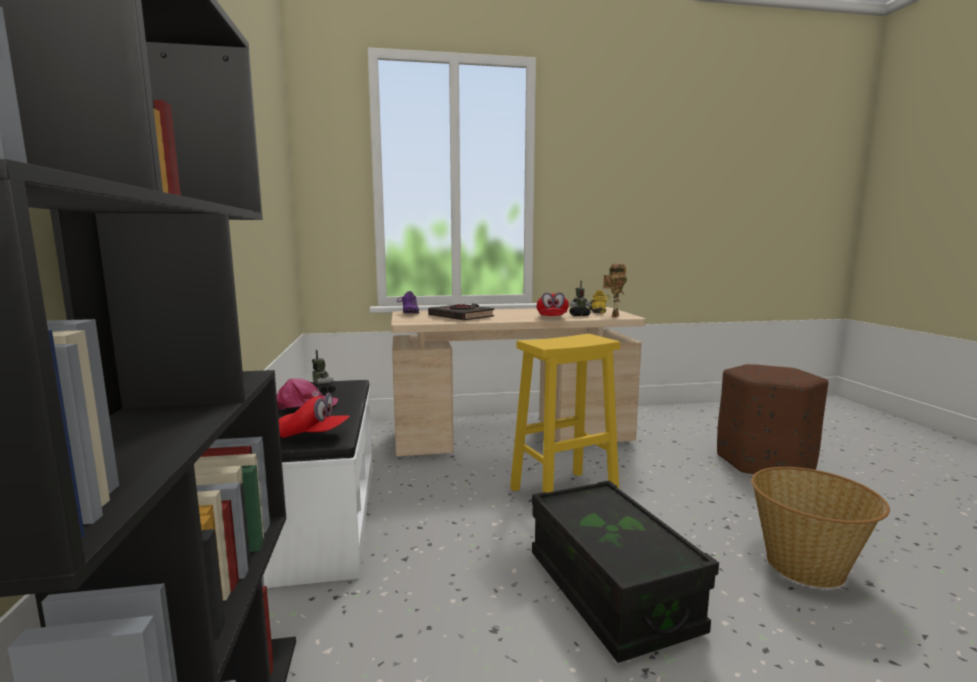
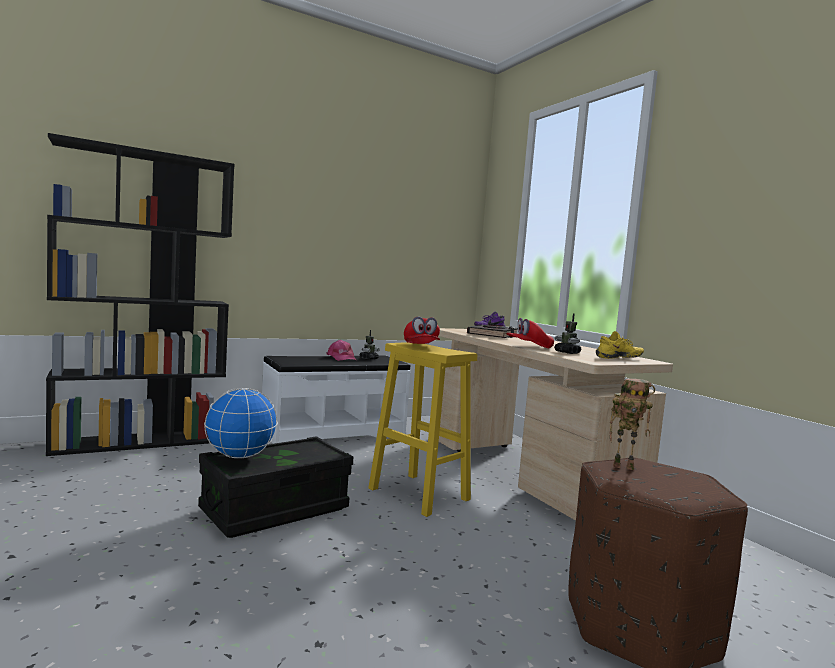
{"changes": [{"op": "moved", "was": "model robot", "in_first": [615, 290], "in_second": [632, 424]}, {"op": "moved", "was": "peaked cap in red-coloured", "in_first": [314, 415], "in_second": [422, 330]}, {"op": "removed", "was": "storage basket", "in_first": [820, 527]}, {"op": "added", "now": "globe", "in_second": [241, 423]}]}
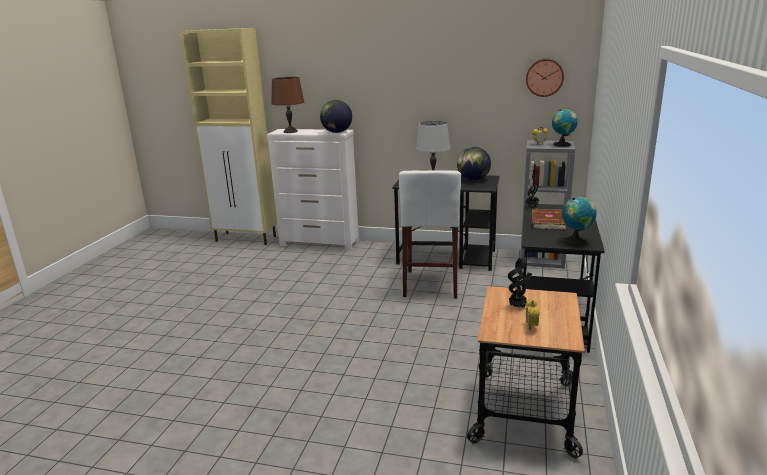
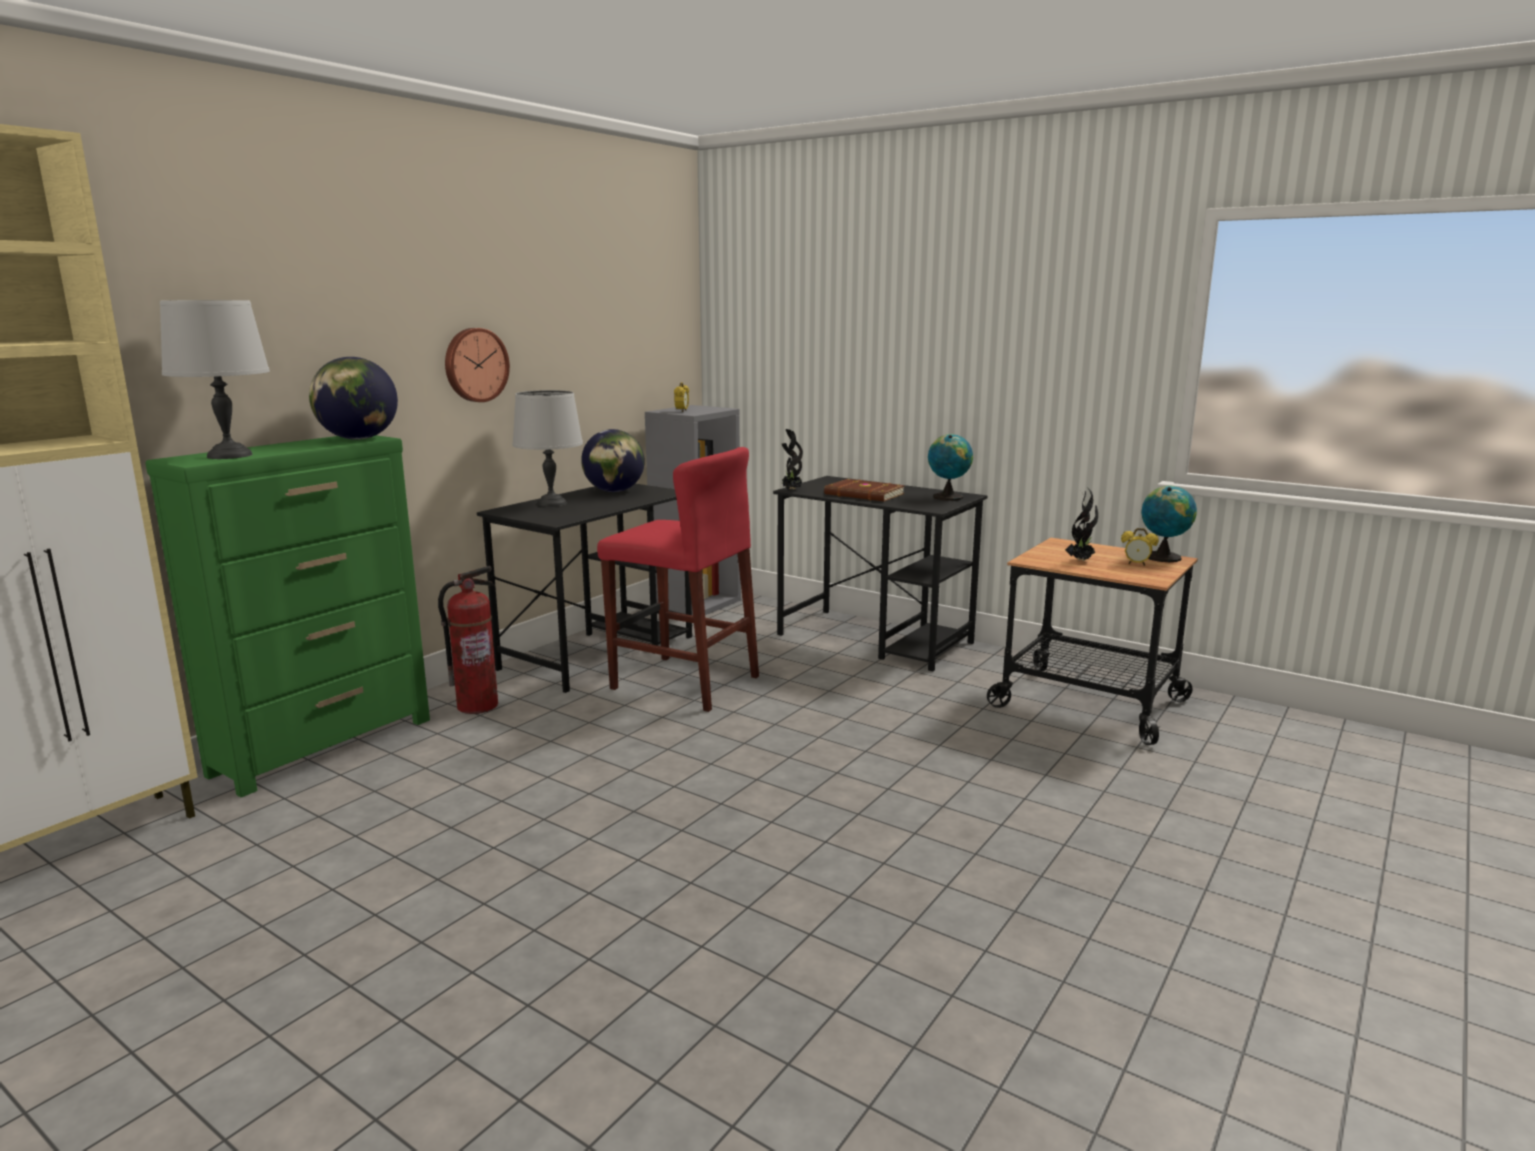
{"changes": [{"op": "moved", "was": "wall clock", "in_first": [545, 78], "in_second": [477, 365]}, {"op": "recoloured", "was": "lamp for a table in brown-coloured", "now": "lamp for a table in grey", "in_first": [287, 105], "in_second": [215, 379]}, {"op": "moved", "was": "globe", "in_first": [565, 128], "in_second": [1169, 524]}, {"op": "recoloured", "was": "drawer chest in whitish", "now": "drawer chest in green", "in_first": [313, 190], "in_second": [287, 616]}, {"op": "recoloured", "was": "sitting stool in whitish", "now": "sitting stool in red-coloured", "in_first": [430, 234], "in_second": [678, 579]}, {"op": "added", "now": "extinguisher", "in_second": [468, 640]}]}
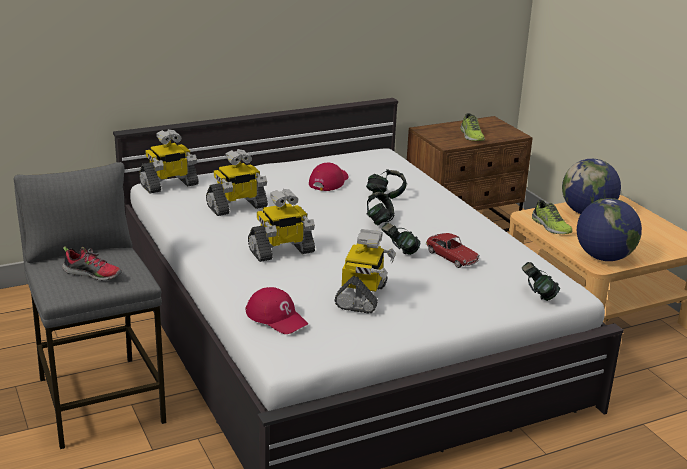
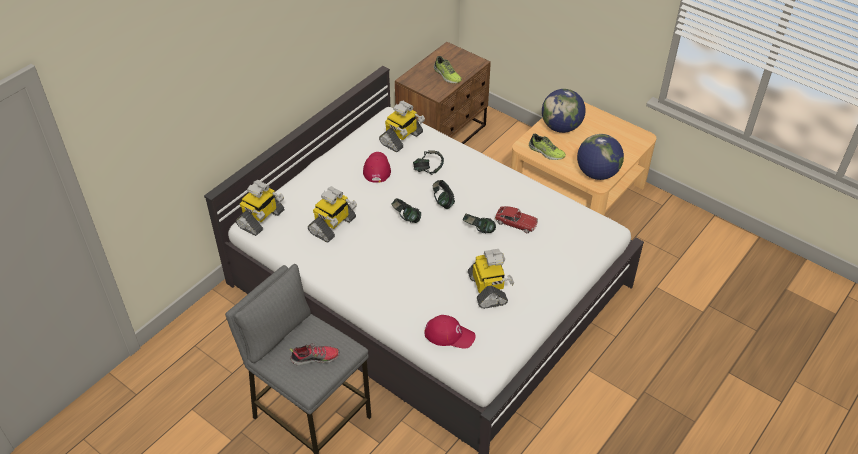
{"changes": [{"op": "moved", "was": "model robot", "in_first": [281, 225], "in_second": [402, 126]}, {"op": "moved", "was": "headset", "in_first": [541, 281], "in_second": [406, 210]}]}
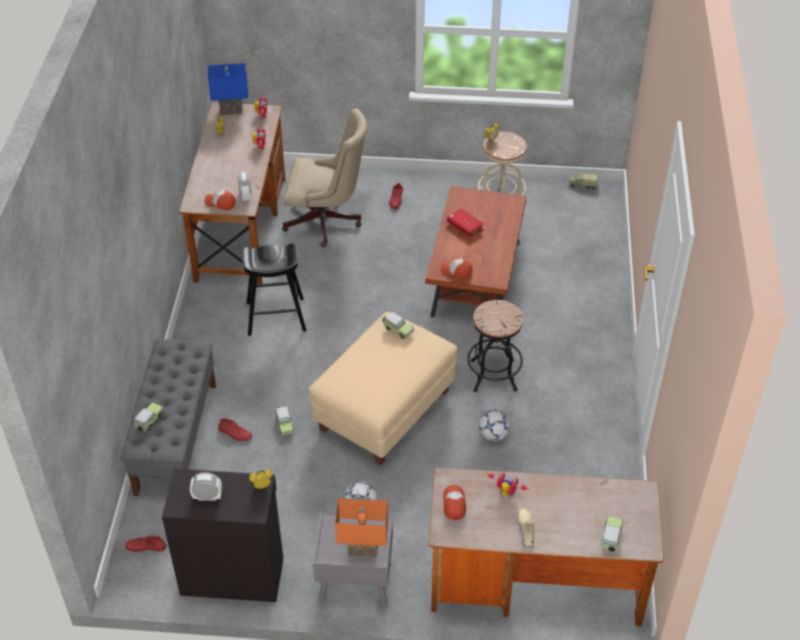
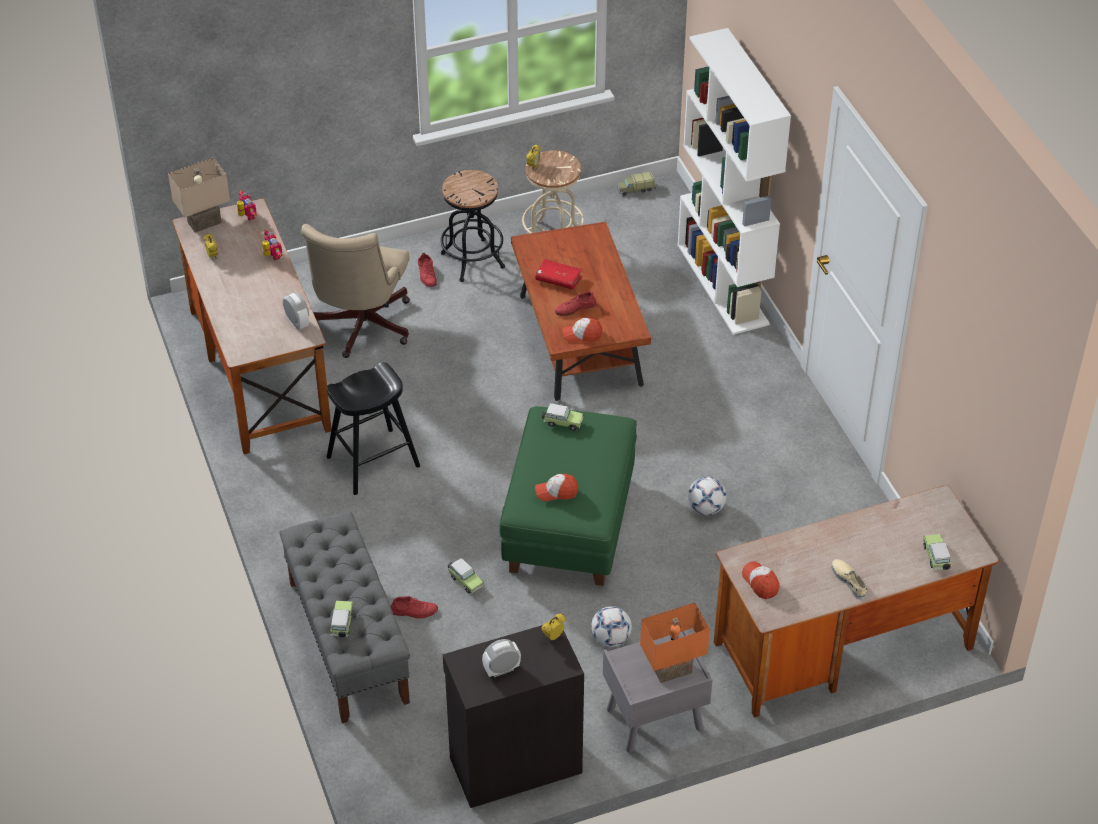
{"changes": [{"op": "recoloured", "was": "lamp for a table in blue", "now": "lamp for a table in beige", "in_first": [228, 89], "in_second": [199, 195]}, {"op": "turned", "was": "computer chair in beige", "in_first": [325, 177], "in_second": [355, 291], "clockwise": 120}, {"op": "moved", "was": "peaked cap", "in_first": [220, 200], "in_second": [556, 487]}, {"op": "moved", "was": "sitting stool in black-coloured", "in_first": [495, 346], "in_second": [473, 226]}, {"op": "recoloured", "was": "ottoman in beige", "now": "ottoman in green", "in_first": [383, 388], "in_second": [568, 496]}, {"op": "removed", "was": "model robot", "in_first": [507, 484]}, {"op": "moved", "was": "shoe in red-coloured", "in_first": [145, 543], "in_second": [576, 304]}, {"op": "added", "now": "shelving unit in whitish", "in_second": [734, 181]}]}
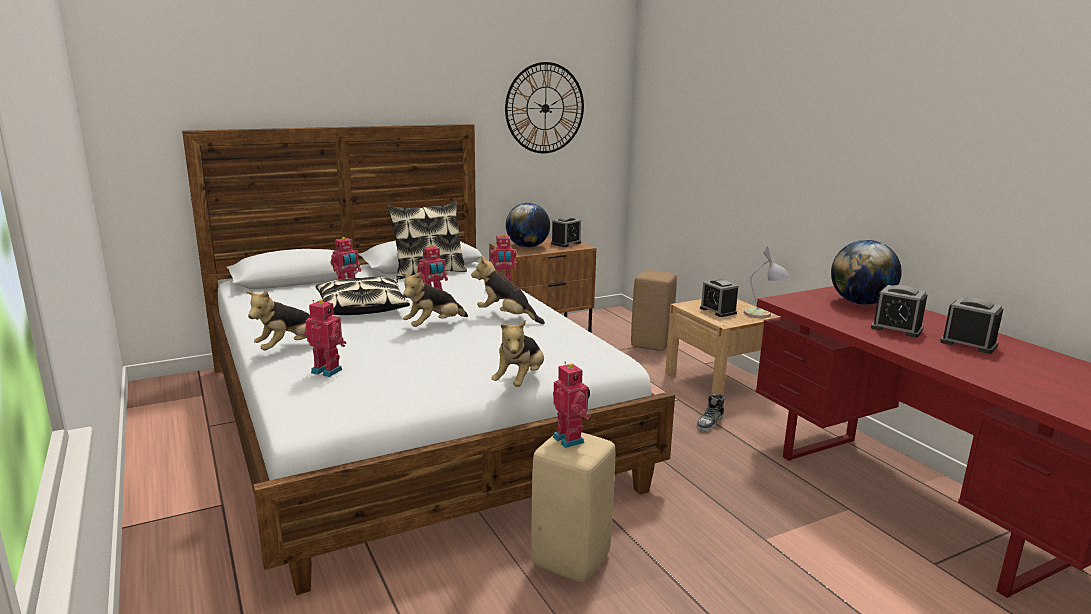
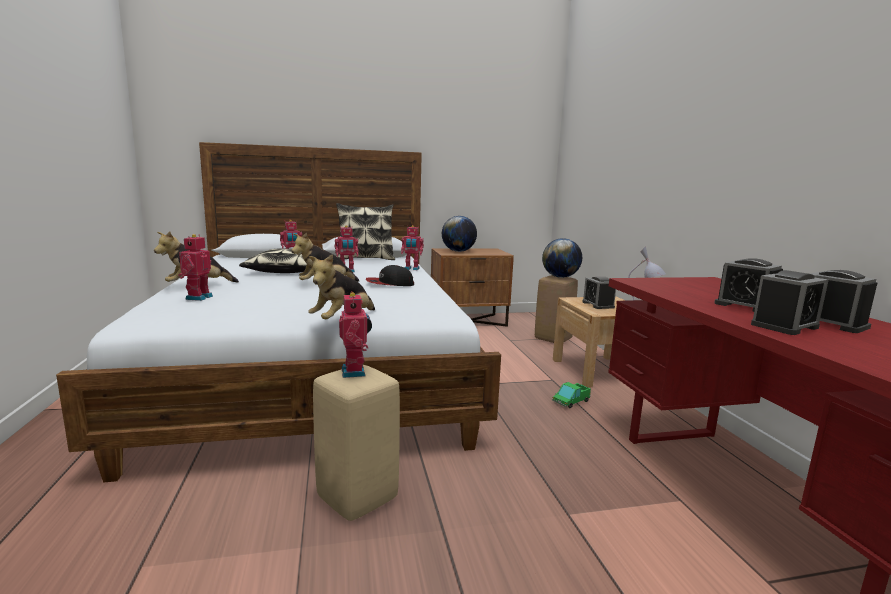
{"changes": [{"op": "removed", "was": "wall clock", "in_first": [544, 107]}, {"op": "moved", "was": "bedside clock", "in_first": [566, 232], "in_second": [790, 302]}, {"op": "moved", "was": "globe", "in_first": [866, 272], "in_second": [562, 258]}, {"op": "replaced", "was": "plush toy", "now": "peaked cap", "in_first": [508, 290], "in_second": [390, 275]}, {"op": "turned", "was": "model robot", "in_first": [325, 338], "in_second": [195, 267], "clockwise": -120}, {"op": "replaced", "was": "shoe", "now": "toy lorry", "in_first": [711, 412], "in_second": [571, 395]}]}
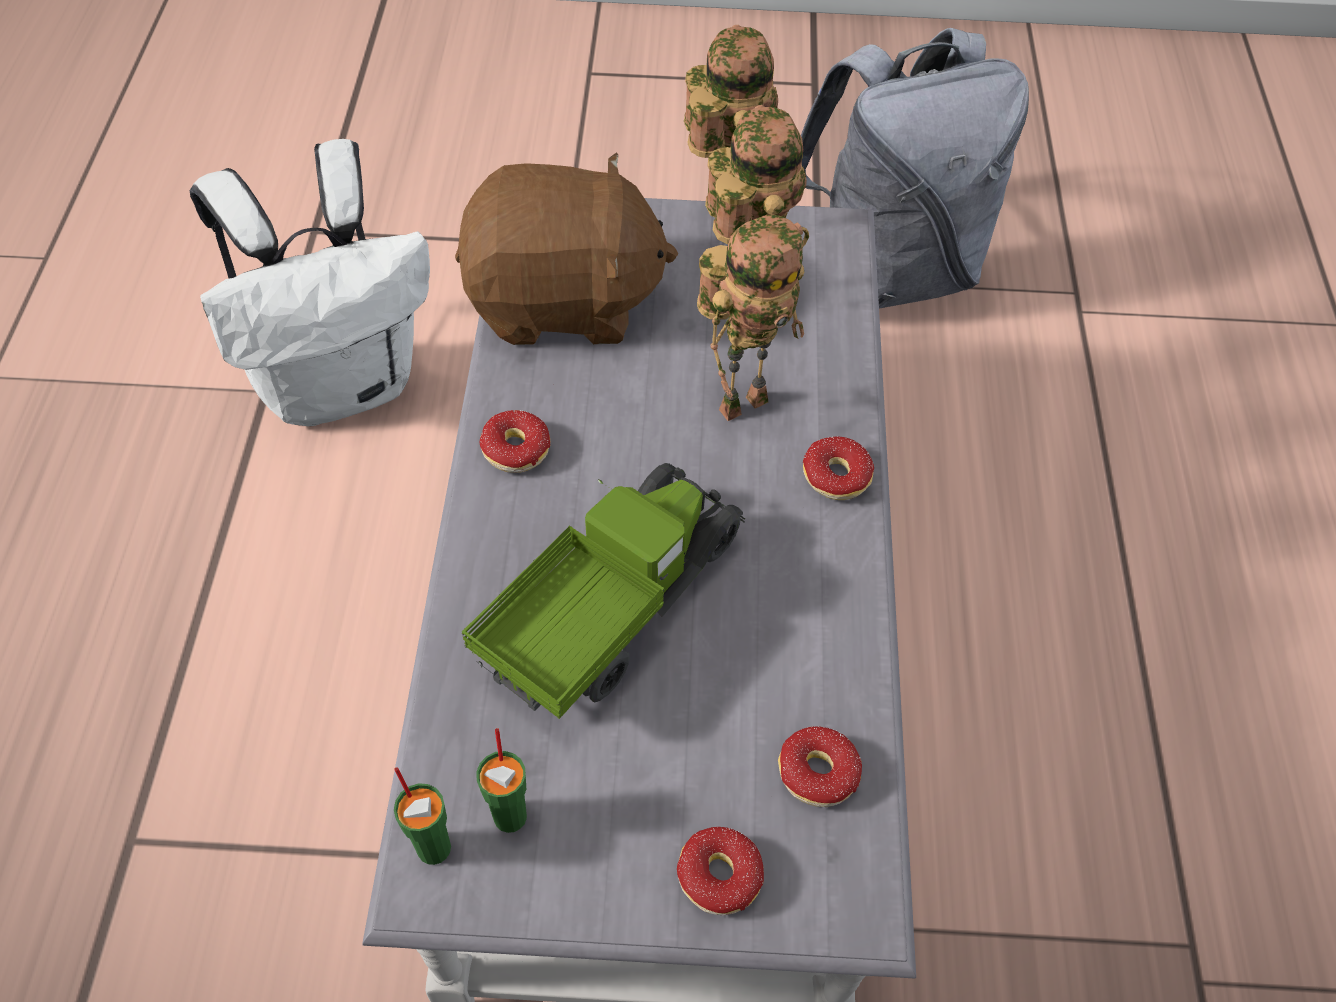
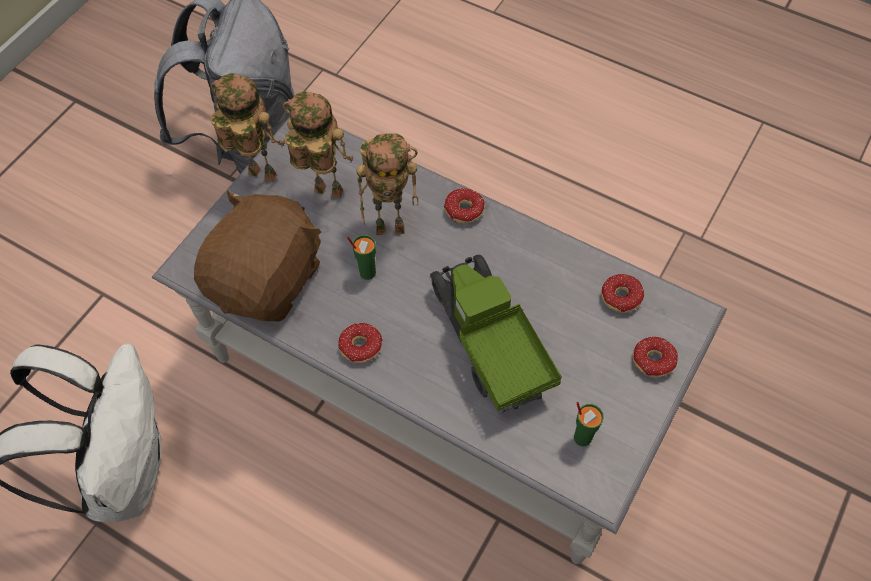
{"changes": [{"op": "turned", "was": "model robot", "in_first": [753, 318], "in_second": [387, 184], "clockwise": 90}, {"op": "moved", "was": "small cup in green", "in_first": [422, 816], "in_second": [361, 257]}]}
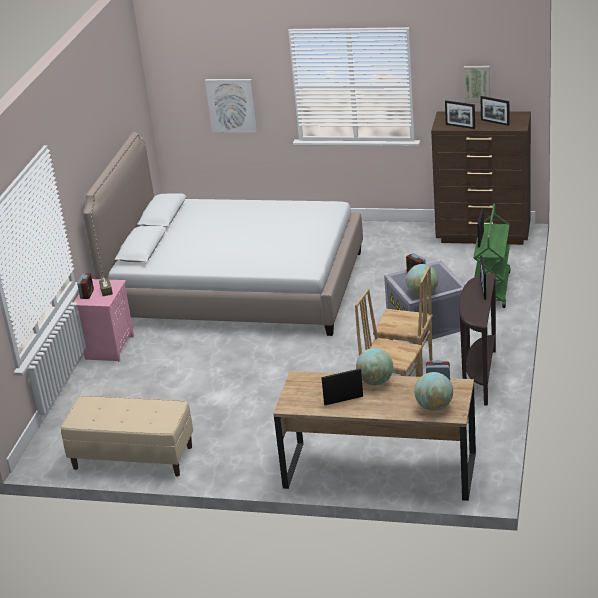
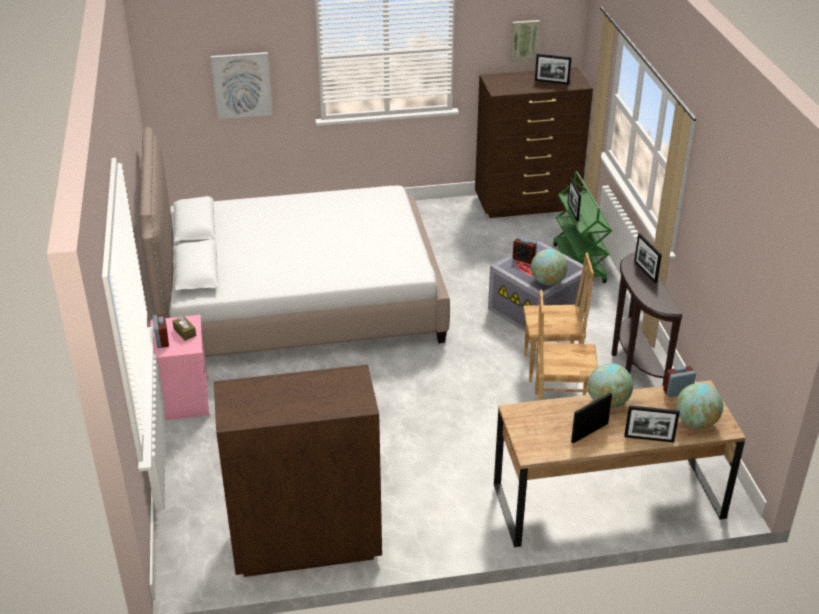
{"changes": [{"op": "moved", "was": "picture frame", "in_first": [460, 114], "in_second": [652, 424]}, {"op": "replaced", "was": "long seat in beige", "now": "drawer chest in brown-coloured", "in_first": [127, 436], "in_second": [298, 470]}]}
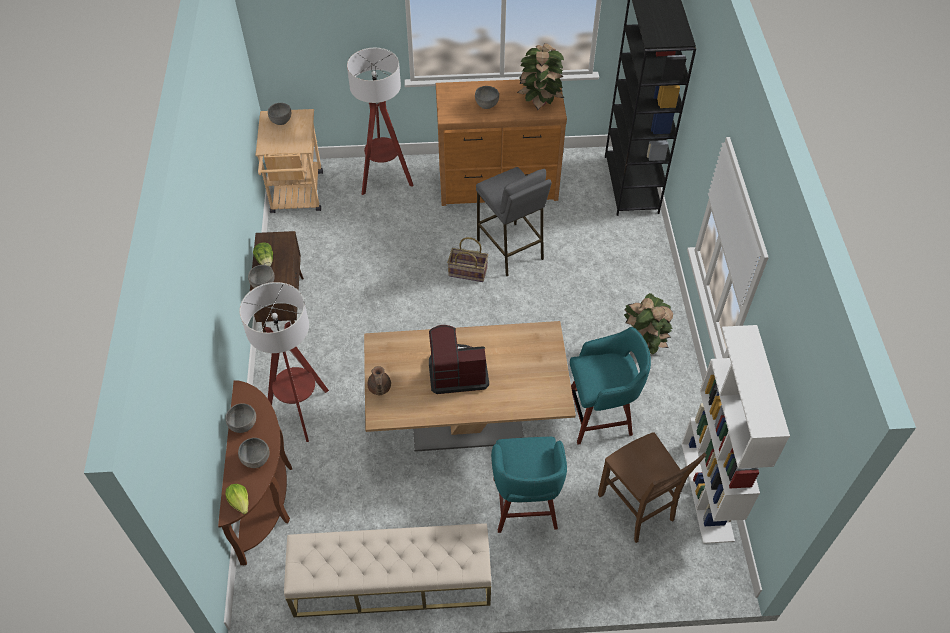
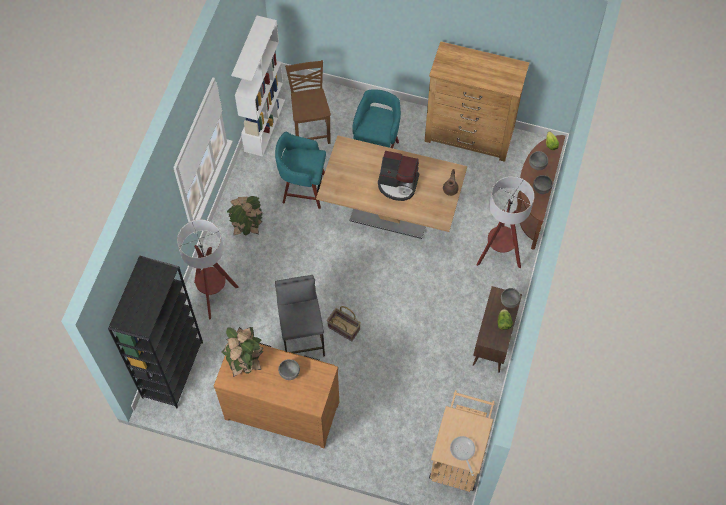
{"changes": [{"op": "moved", "was": "standard lamp", "in_first": [380, 121], "in_second": [208, 269]}, {"op": "replaced", "was": "serving bowl in grey", "now": "pan", "in_first": [279, 114], "in_second": [462, 456]}, {"op": "replaced", "was": "long seat in beige", "now": "drawer chest in brown-coloured", "in_first": [387, 570], "in_second": [477, 101]}]}
